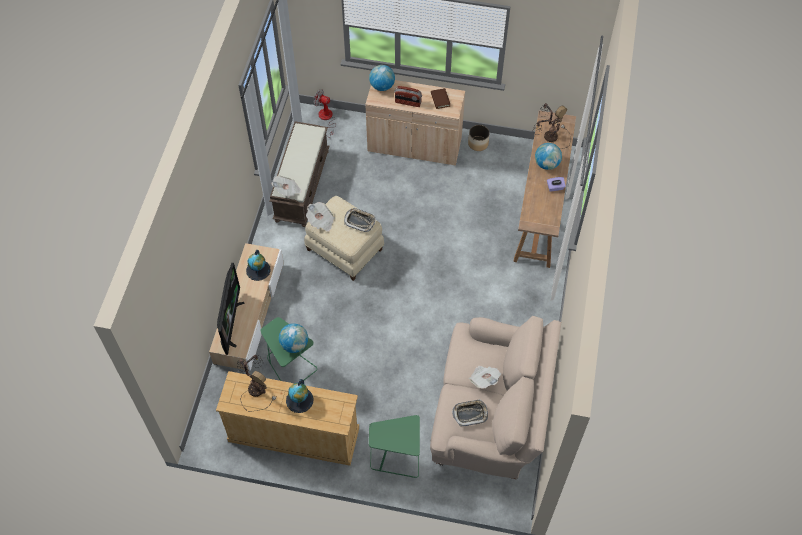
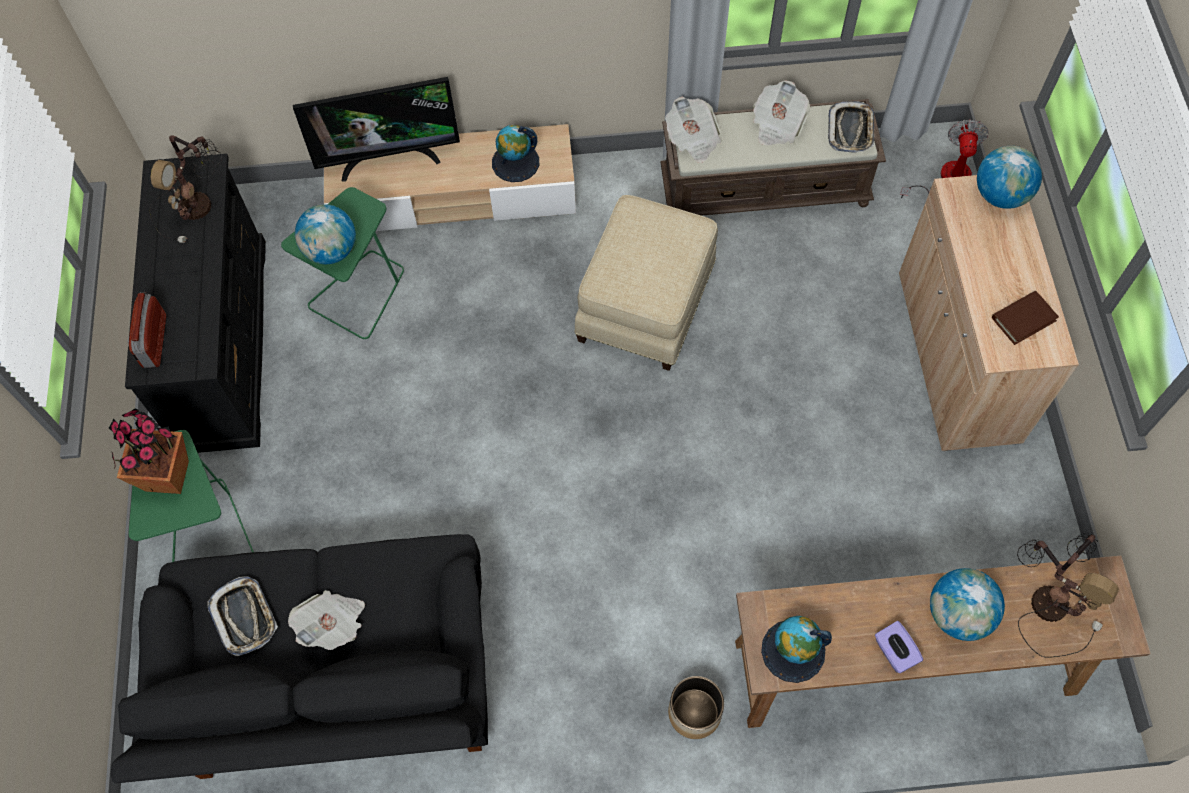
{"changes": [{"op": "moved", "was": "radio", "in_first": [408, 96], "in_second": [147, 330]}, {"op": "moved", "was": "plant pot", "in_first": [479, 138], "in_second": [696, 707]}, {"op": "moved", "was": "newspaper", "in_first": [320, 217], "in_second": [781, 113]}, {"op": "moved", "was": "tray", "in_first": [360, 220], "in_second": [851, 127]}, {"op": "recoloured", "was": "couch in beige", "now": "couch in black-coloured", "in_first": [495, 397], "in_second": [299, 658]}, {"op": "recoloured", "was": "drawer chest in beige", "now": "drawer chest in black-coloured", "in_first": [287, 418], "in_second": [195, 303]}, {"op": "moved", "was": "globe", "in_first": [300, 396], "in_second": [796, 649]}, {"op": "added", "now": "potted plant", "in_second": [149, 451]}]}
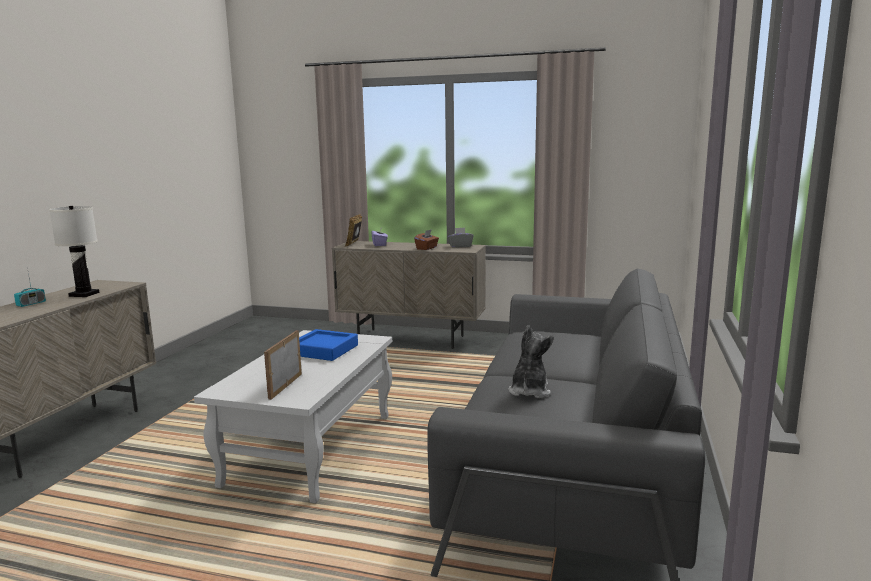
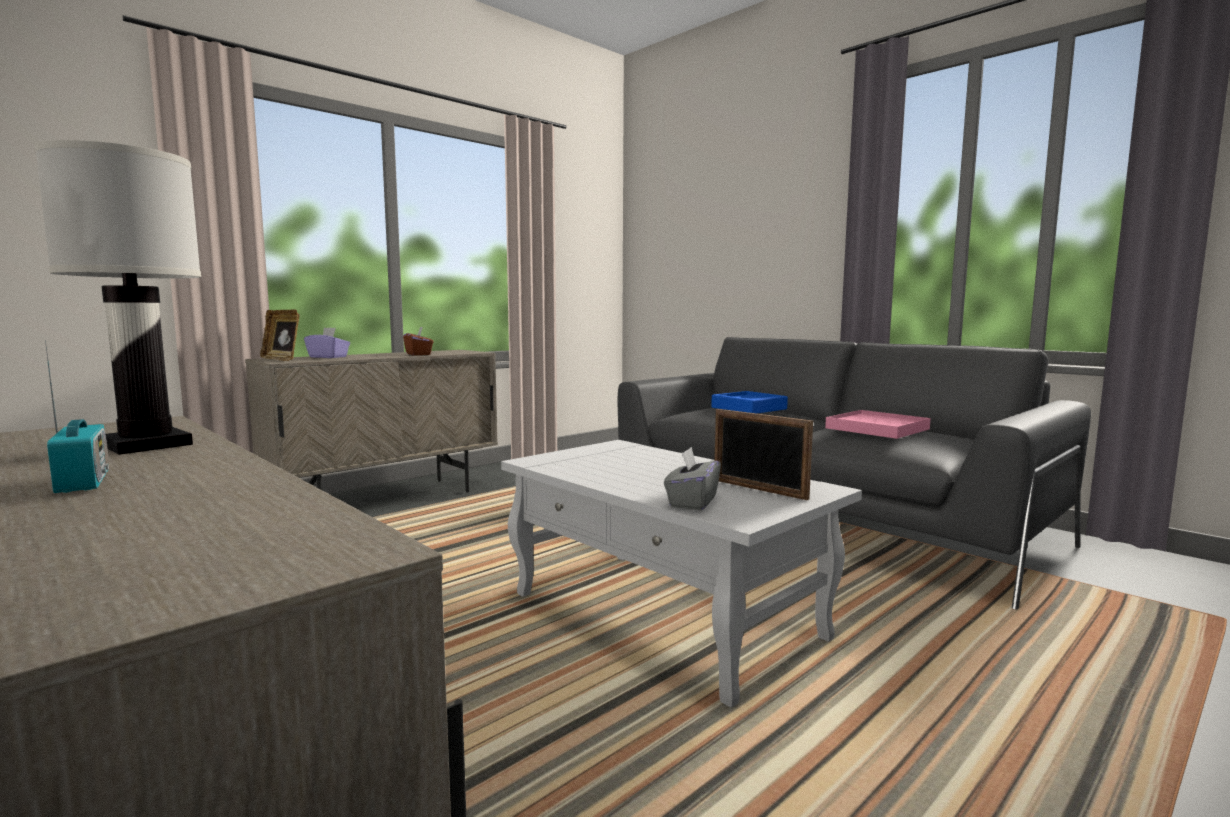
{"changes": [{"op": "moved", "was": "tissue box in grey", "in_first": [461, 238], "in_second": [692, 478]}, {"op": "replaced", "was": "plush toy", "now": "tray in pinkish", "in_first": [531, 361], "in_second": [878, 424]}, {"op": "moved", "was": "tray in blue", "in_first": [328, 345], "in_second": [749, 402]}]}
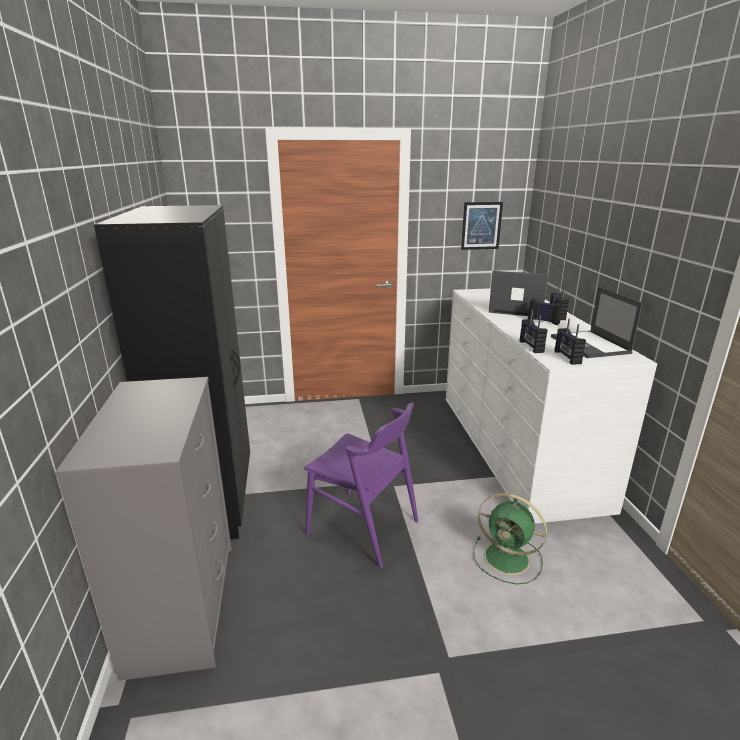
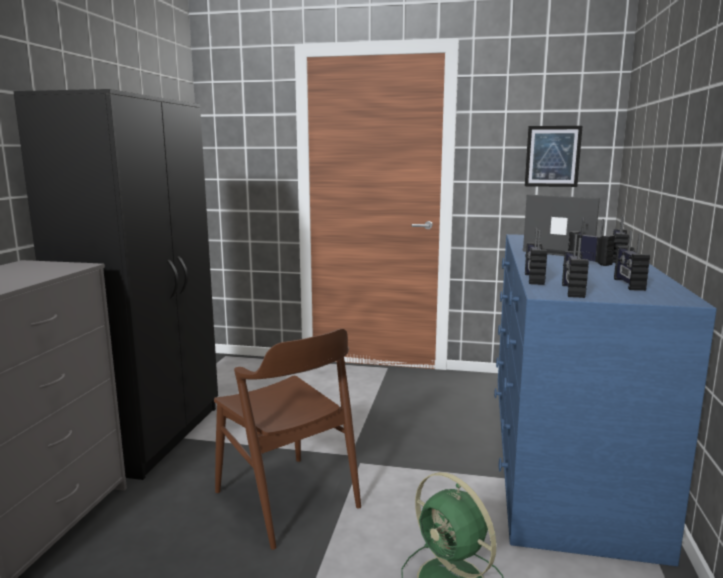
{"changes": [{"op": "replaced", "was": "laptop", "now": "radio", "in_first": [597, 322], "in_second": [632, 260]}, {"op": "recoloured", "was": "drawer chest in whitish", "now": "drawer chest in blue", "in_first": [551, 406], "in_second": [605, 400]}, {"op": "recoloured", "was": "upright chair in purple-coloured", "now": "upright chair in brown-coloured", "in_first": [361, 485], "in_second": [287, 439]}]}
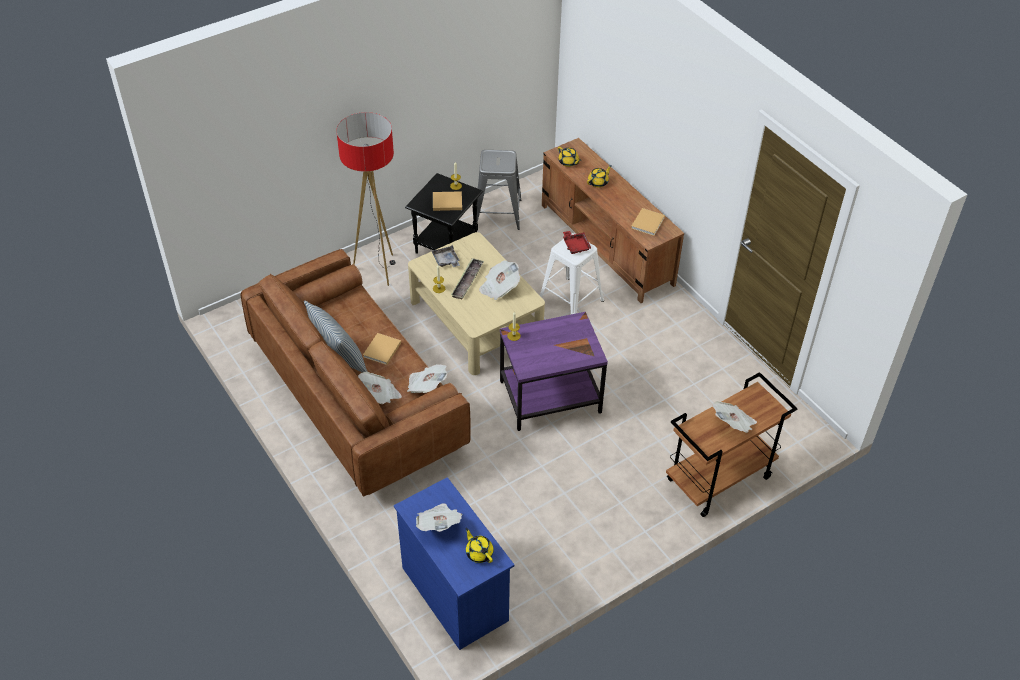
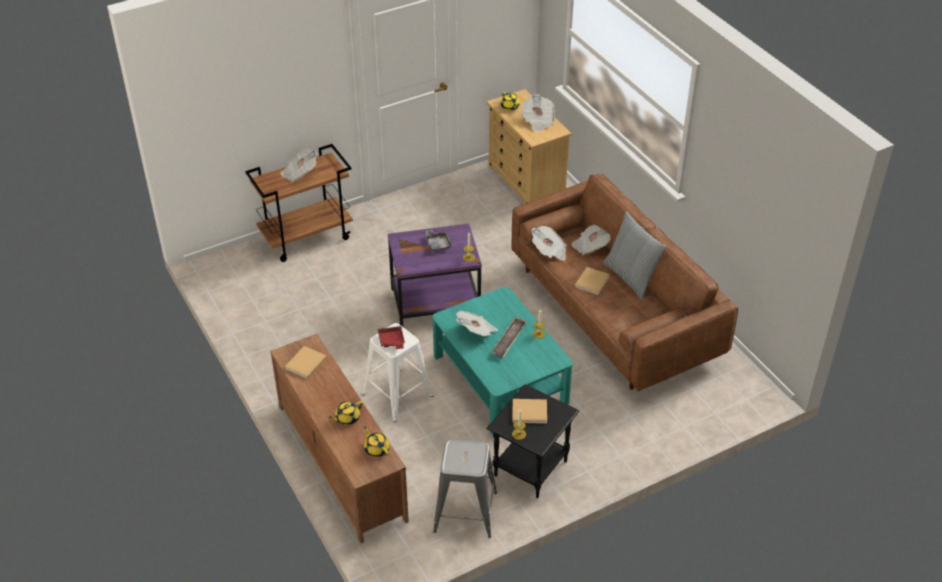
{"changes": [{"op": "removed", "was": "standard lamp", "in_first": [366, 199]}, {"op": "recoloured", "was": "low table in beige", "now": "low table in blue-green", "in_first": [476, 303], "in_second": [502, 361]}, {"op": "moved", "was": "tray in grey", "in_first": [445, 256], "in_second": [438, 241]}, {"op": "recoloured", "was": "drawer chest in blue", "now": "drawer chest in beige", "in_first": [454, 563], "in_second": [529, 146]}]}
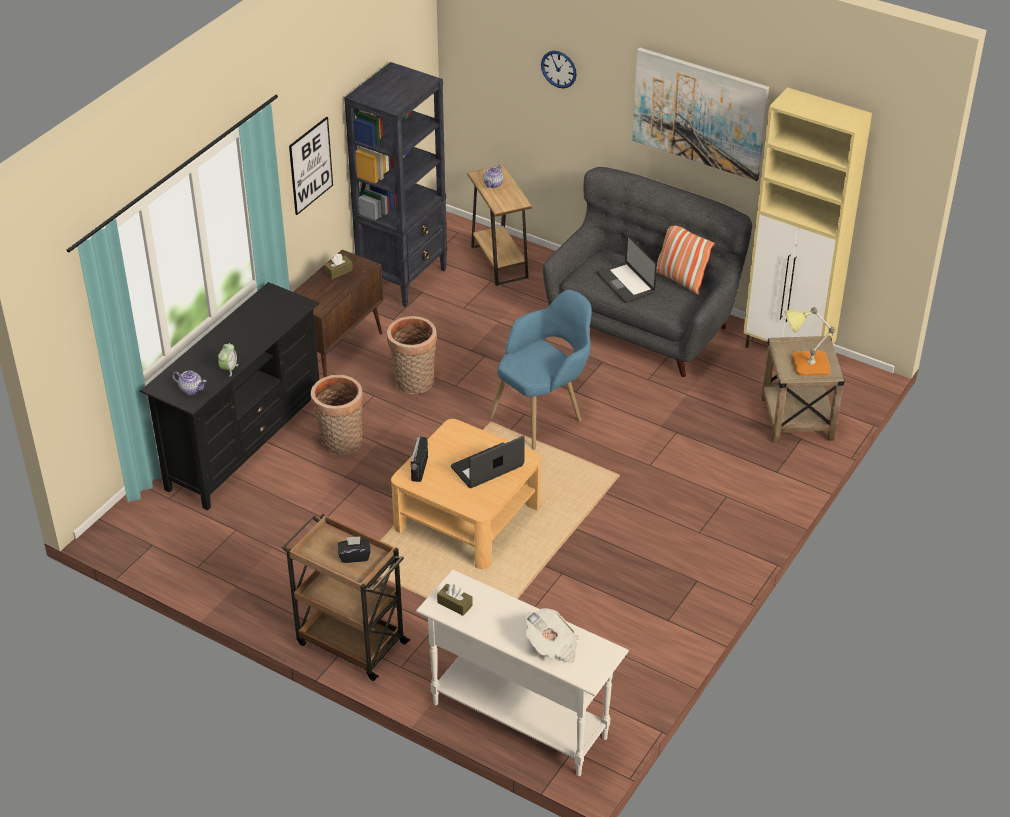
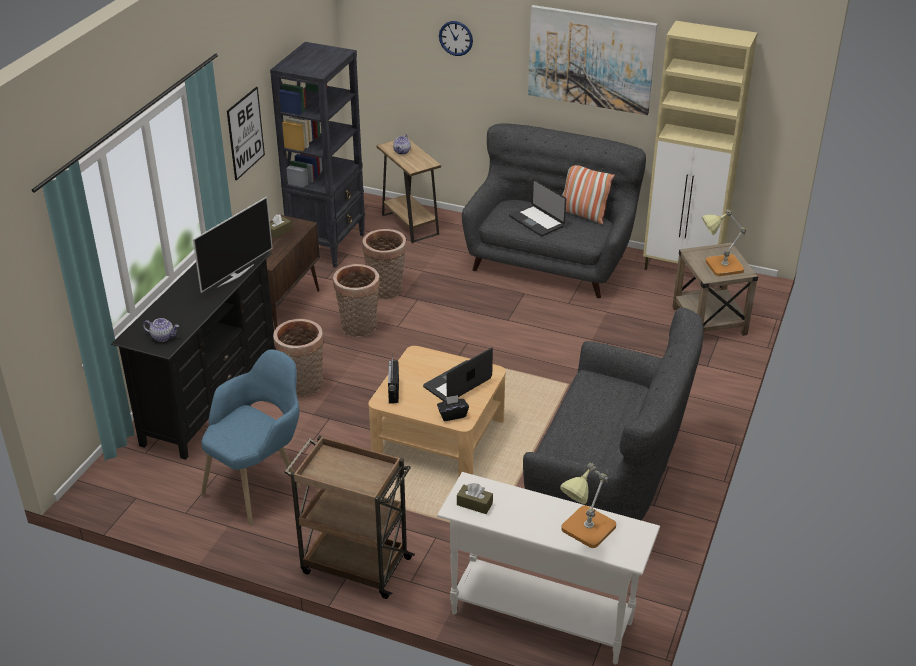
{"changes": [{"op": "moved", "was": "armchair in blue", "in_first": [540, 370], "in_second": [250, 437]}, {"op": "removed", "was": "bedside clock", "in_first": [228, 360]}, {"op": "moved", "was": "tissue box in black-coloured", "in_first": [354, 549], "in_second": [453, 408]}, {"op": "replaced", "was": "newspaper", "now": "lamp for a table", "in_first": [552, 635], "in_second": [588, 505]}, {"op": "added", "now": "TV set", "in_second": [233, 245]}, {"op": "added", "now": "storage basket", "in_second": [384, 264]}, {"op": "added", "now": "couch in grey", "in_second": [613, 413]}]}
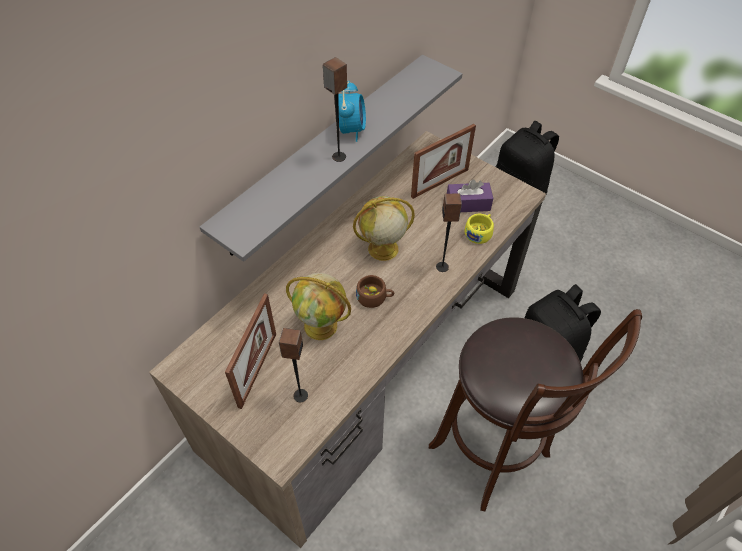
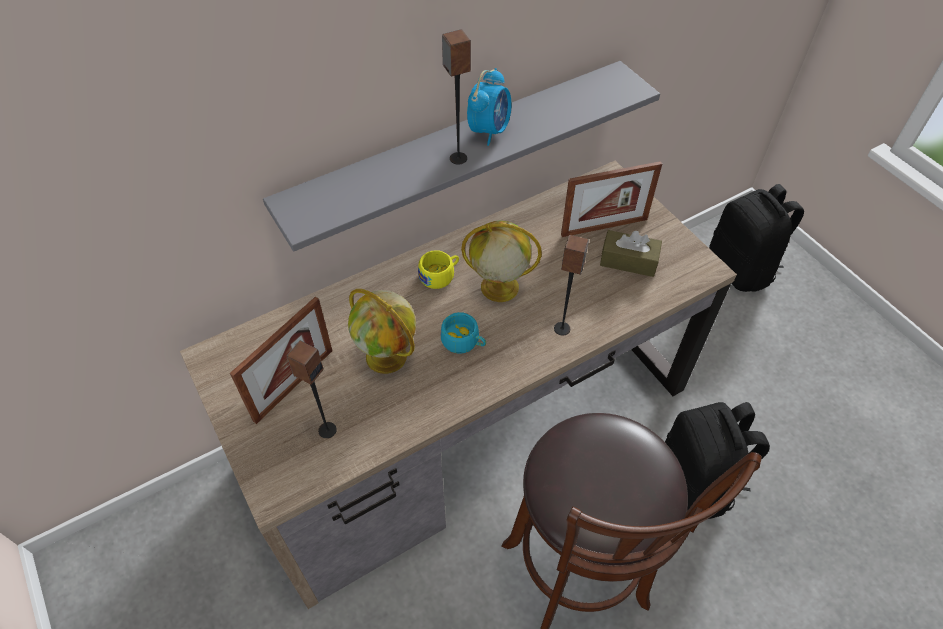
{"changes": [{"op": "recoloured", "was": "tissue box in purple-coloured", "now": "tissue box in brown-coloured", "in_first": [470, 195], "in_second": [631, 253]}, {"op": "moved", "was": "small cup in yellow", "in_first": [479, 229], "in_second": [438, 269]}, {"op": "recoloured", "was": "small cup in brown-coloured", "now": "small cup in blue-green", "in_first": [375, 291], "in_second": [463, 333]}]}
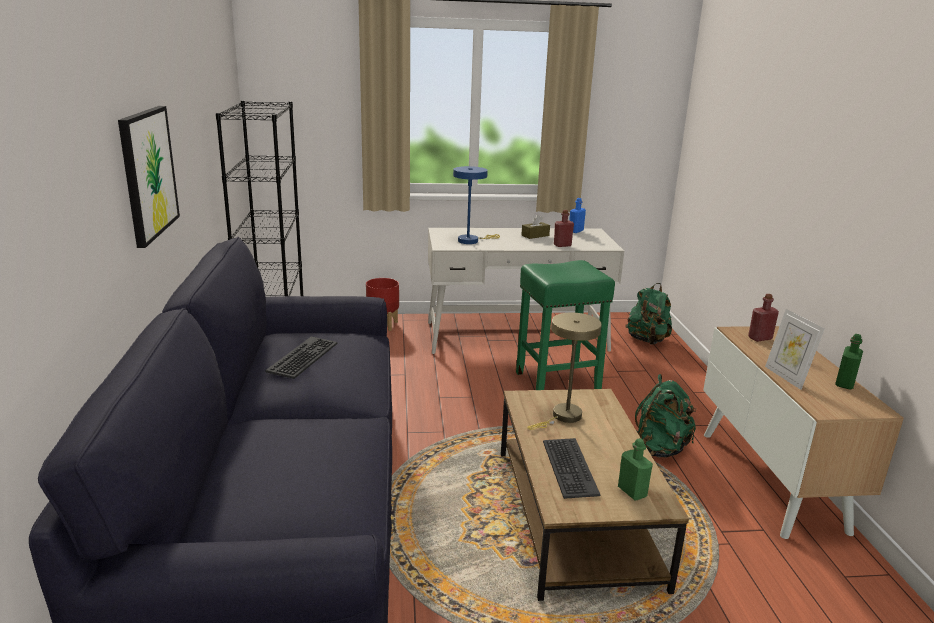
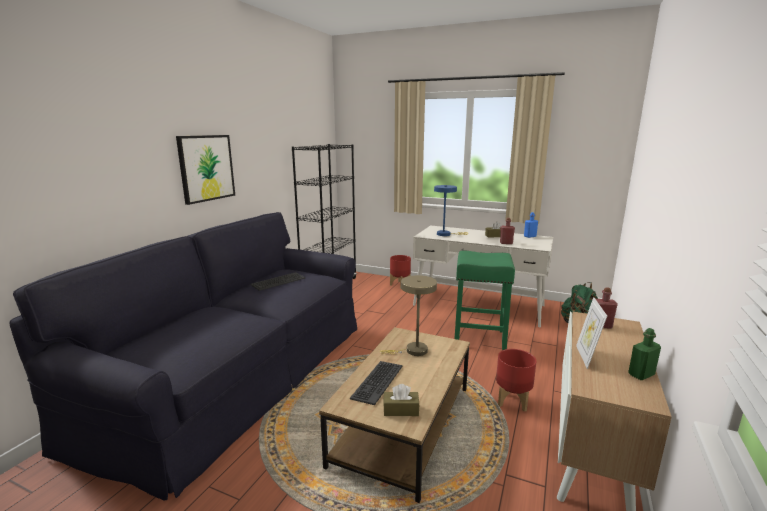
{"changes": [{"op": "replaced", "was": "backpack in green", "now": "plant pot in red-coloured", "in_first": [665, 415], "in_second": [516, 380]}, {"op": "replaced", "was": "beverage bottle in green", "now": "tissue box in brown-coloured", "in_first": [635, 469], "in_second": [401, 400]}]}
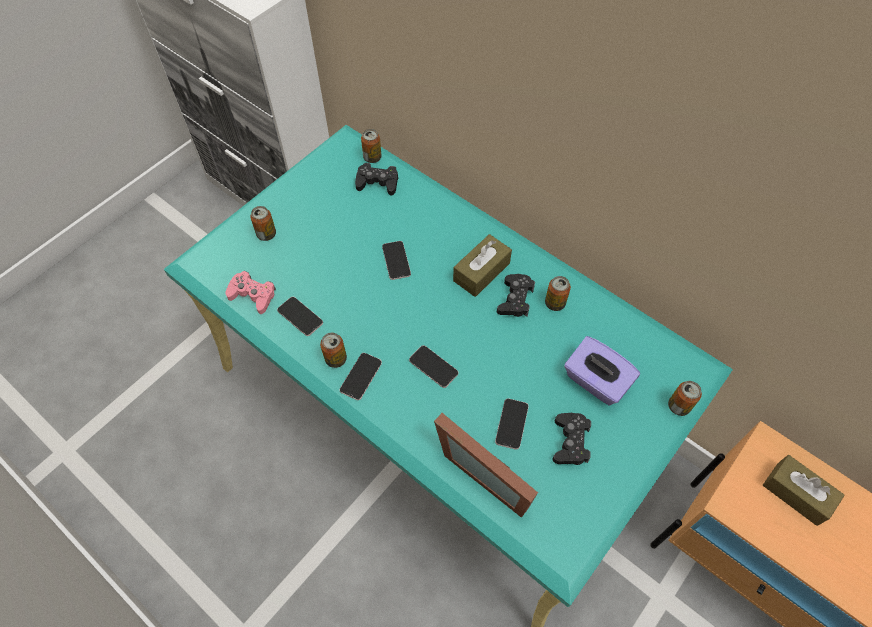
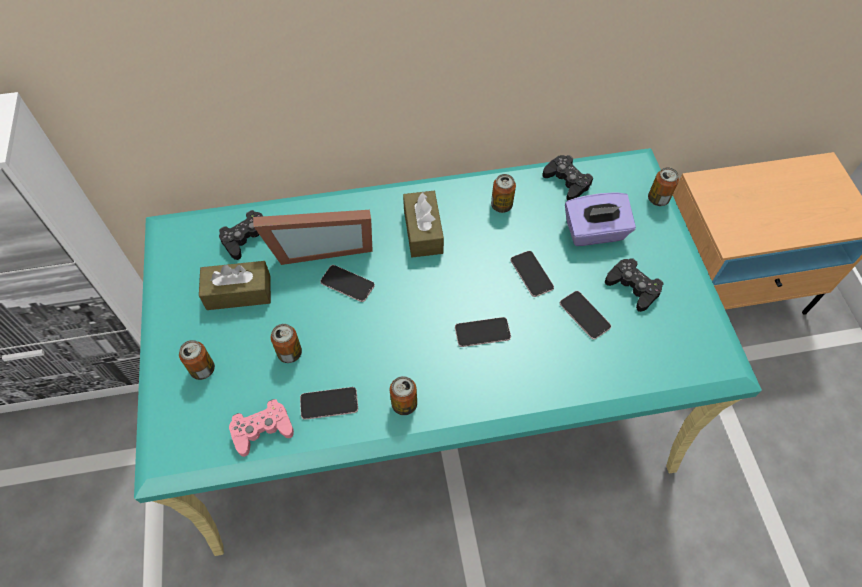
{"changes": [{"op": "moved", "was": "can", "in_first": [371, 146], "in_second": [286, 343]}, {"op": "moved", "was": "gamepad in black-coloured", "in_first": [516, 295], "in_second": [568, 178]}, {"op": "moved", "was": "telephone", "in_first": [361, 376], "in_second": [532, 274]}, {"op": "moved", "was": "picture frame", "in_first": [486, 465], "in_second": [313, 237]}, {"op": "moved", "was": "tissue box in brown-coloured", "in_first": [804, 490], "in_second": [235, 285]}]}
